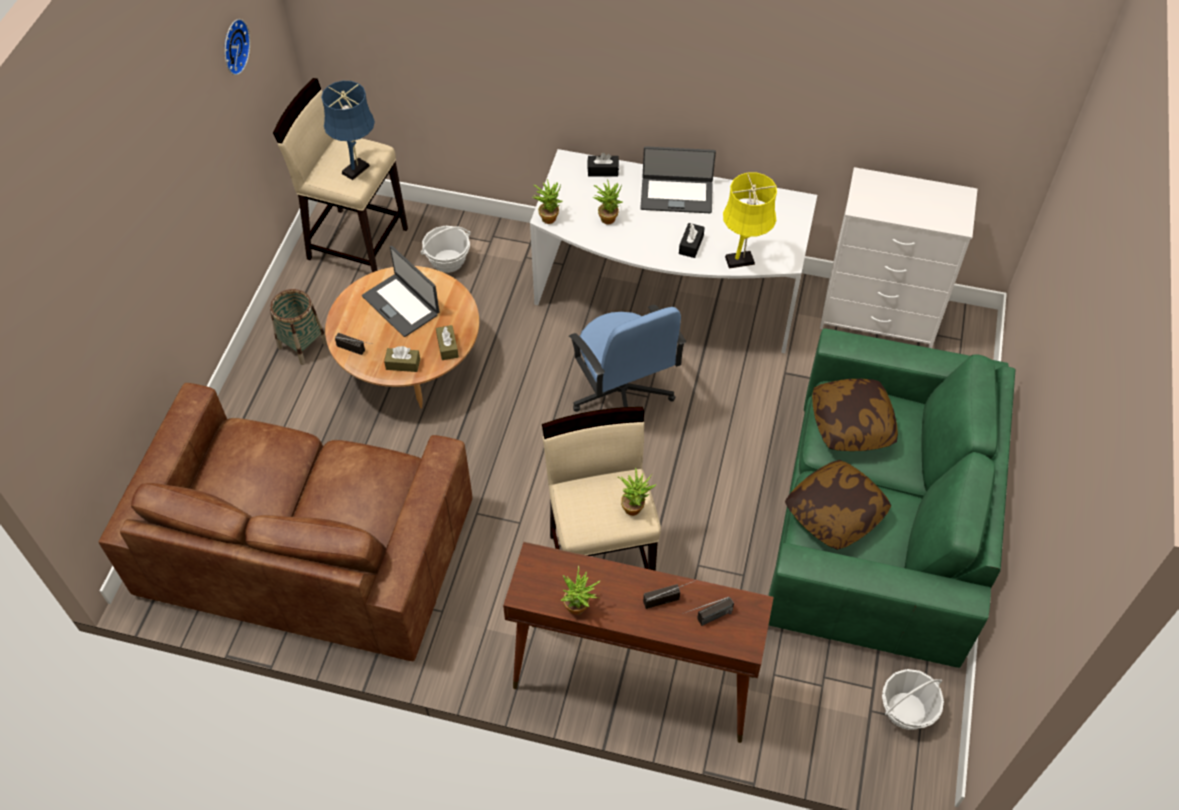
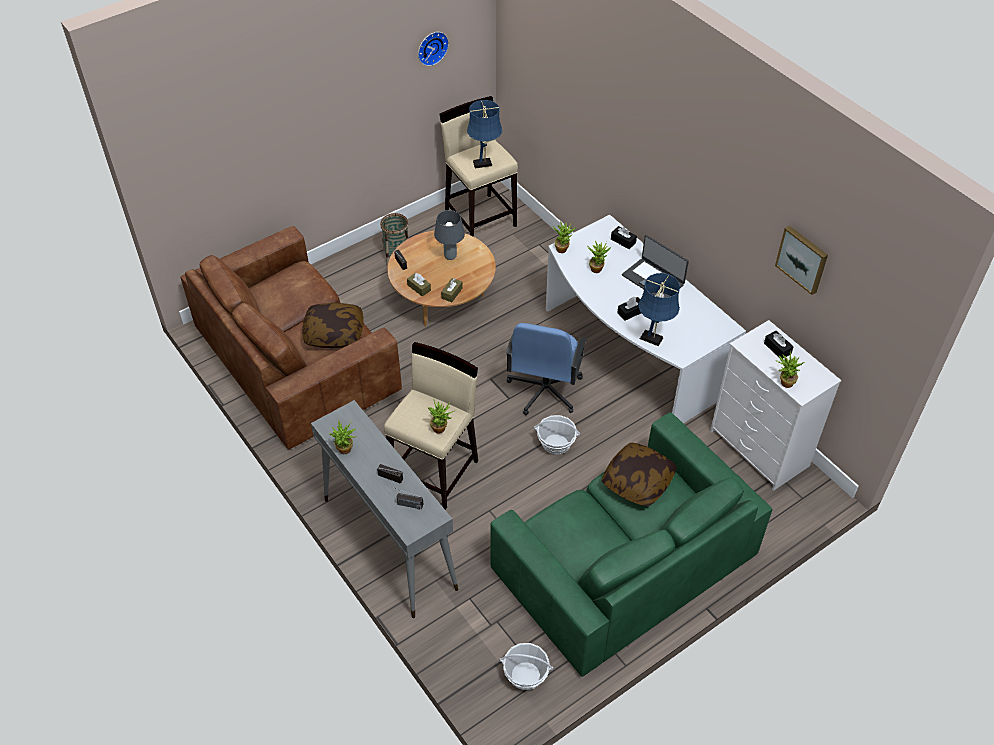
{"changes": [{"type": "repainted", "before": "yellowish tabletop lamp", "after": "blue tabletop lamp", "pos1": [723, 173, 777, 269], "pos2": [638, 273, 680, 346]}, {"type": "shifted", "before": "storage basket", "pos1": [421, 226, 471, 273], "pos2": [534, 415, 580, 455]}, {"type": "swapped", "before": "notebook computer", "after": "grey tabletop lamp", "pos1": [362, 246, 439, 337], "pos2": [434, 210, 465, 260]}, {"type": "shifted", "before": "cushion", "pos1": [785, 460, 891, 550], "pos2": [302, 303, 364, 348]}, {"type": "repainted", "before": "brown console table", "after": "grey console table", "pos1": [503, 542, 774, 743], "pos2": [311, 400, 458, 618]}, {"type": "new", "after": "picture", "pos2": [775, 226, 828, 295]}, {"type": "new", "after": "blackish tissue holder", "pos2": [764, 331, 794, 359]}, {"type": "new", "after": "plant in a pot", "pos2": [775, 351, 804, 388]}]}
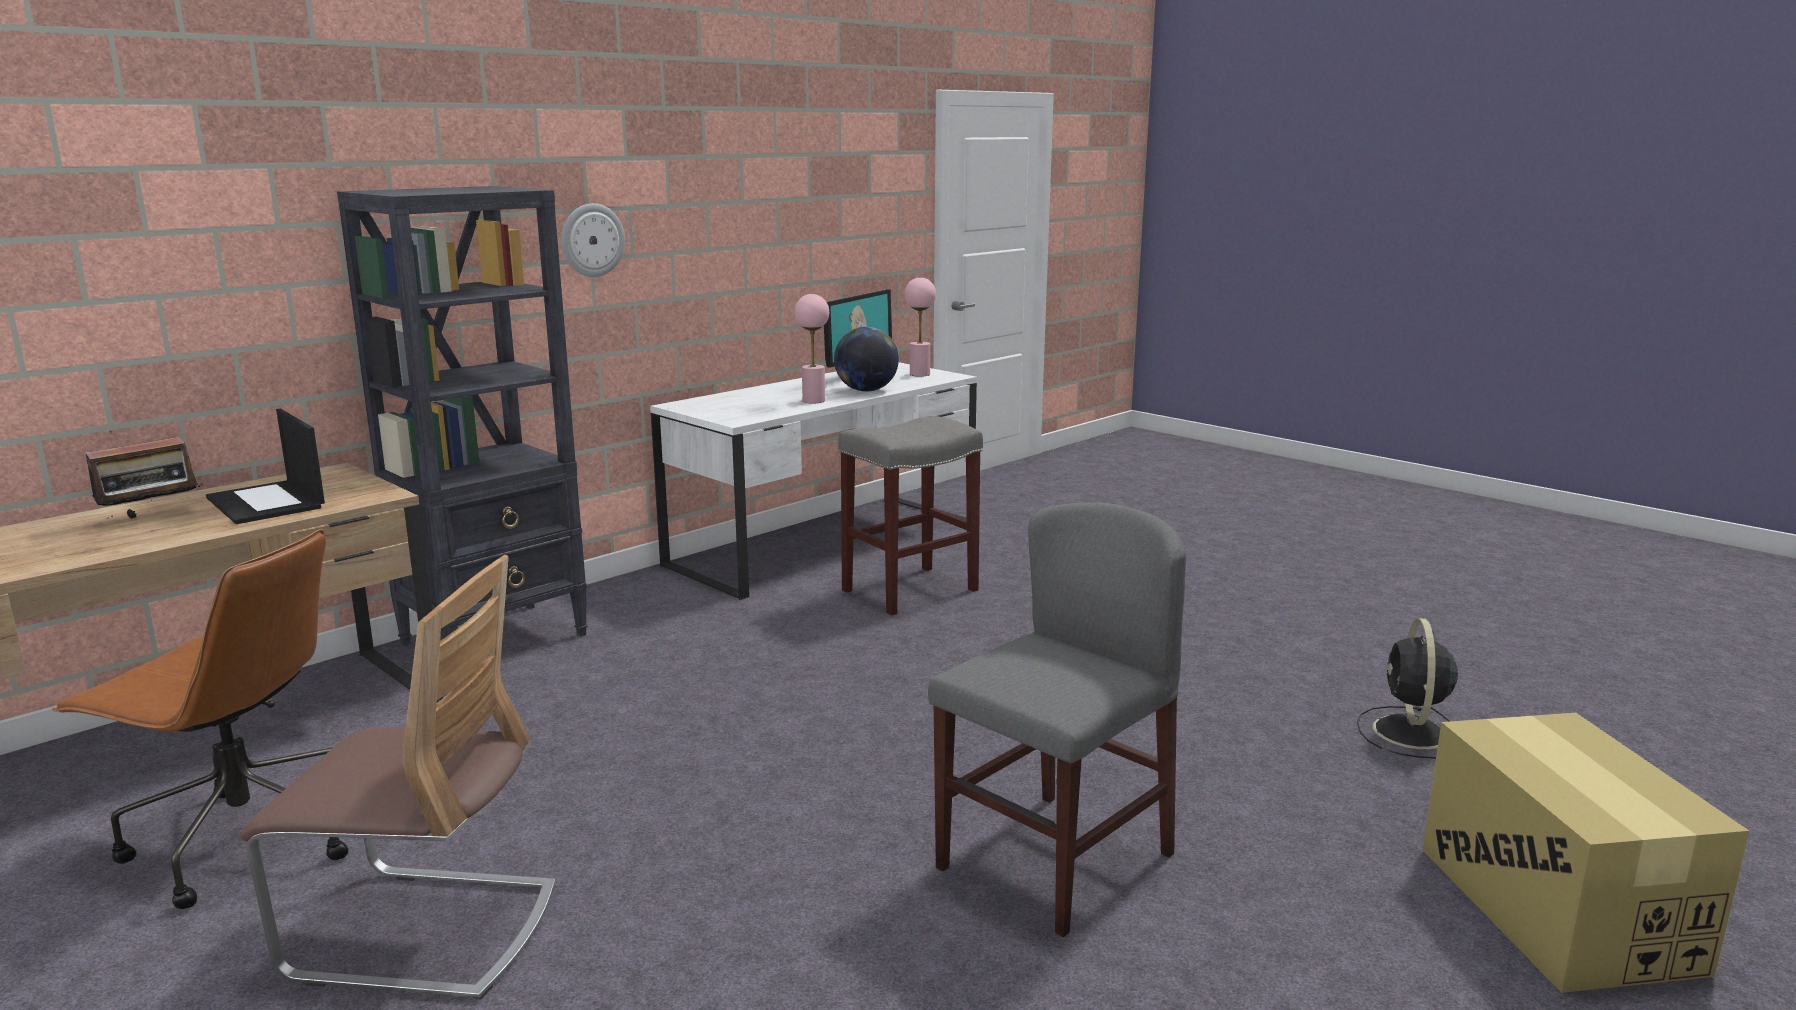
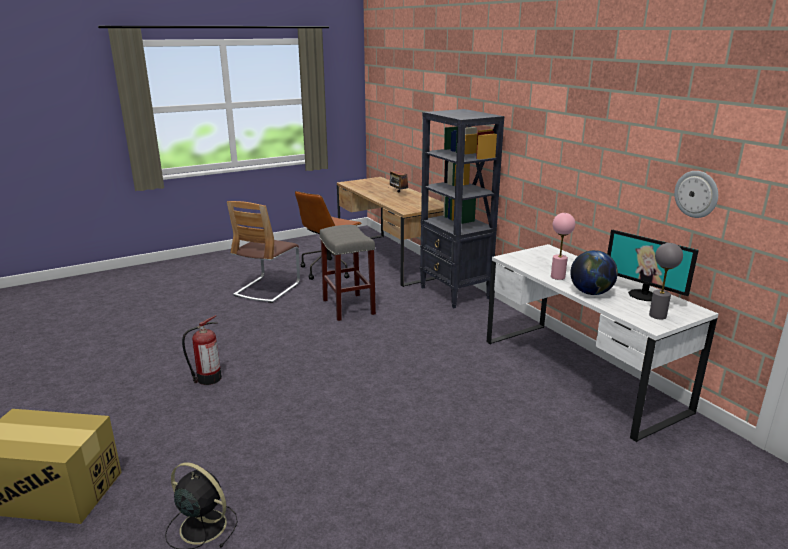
{"changes": [{"type": "shifted", "before": "wall clock", "pos1": [561, 203, 625, 277], "pos2": [674, 171, 718, 218]}, {"type": "repainted", "before": "pink tabletop lamp", "after": "grey tabletop lamp", "pos1": [905, 277, 936, 377], "pos2": [649, 243, 683, 319]}, {"type": "gone", "before": "notebook computer", "pos1": [206, 409, 325, 524]}, {"type": "shifted", "before": "grey stool", "pos1": [838, 416, 983, 616], "pos2": [319, 225, 376, 321]}, {"type": "swapped", "before": "grey upright chair", "after": "extinguisher", "pos1": [928, 502, 1186, 937], "pos2": [182, 315, 222, 385]}]}
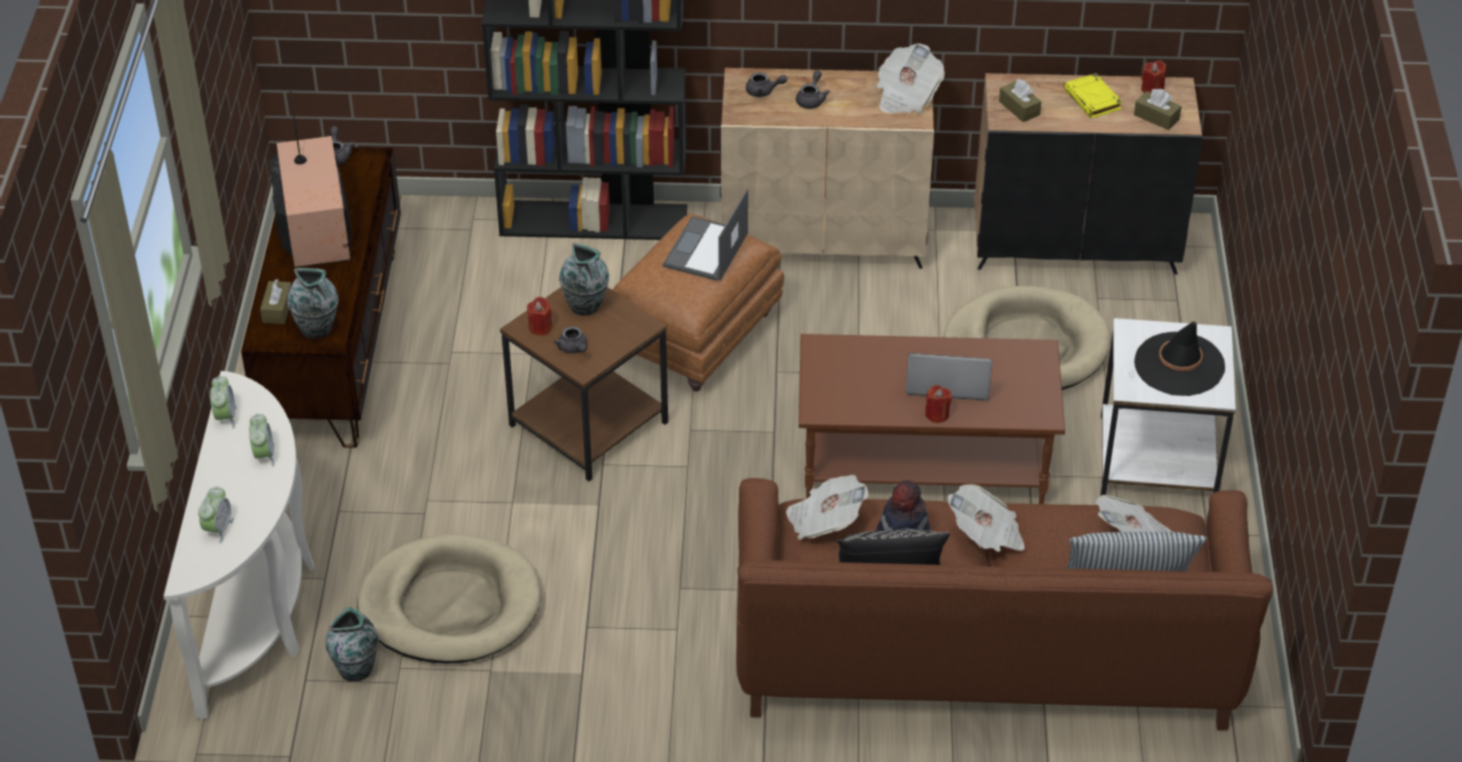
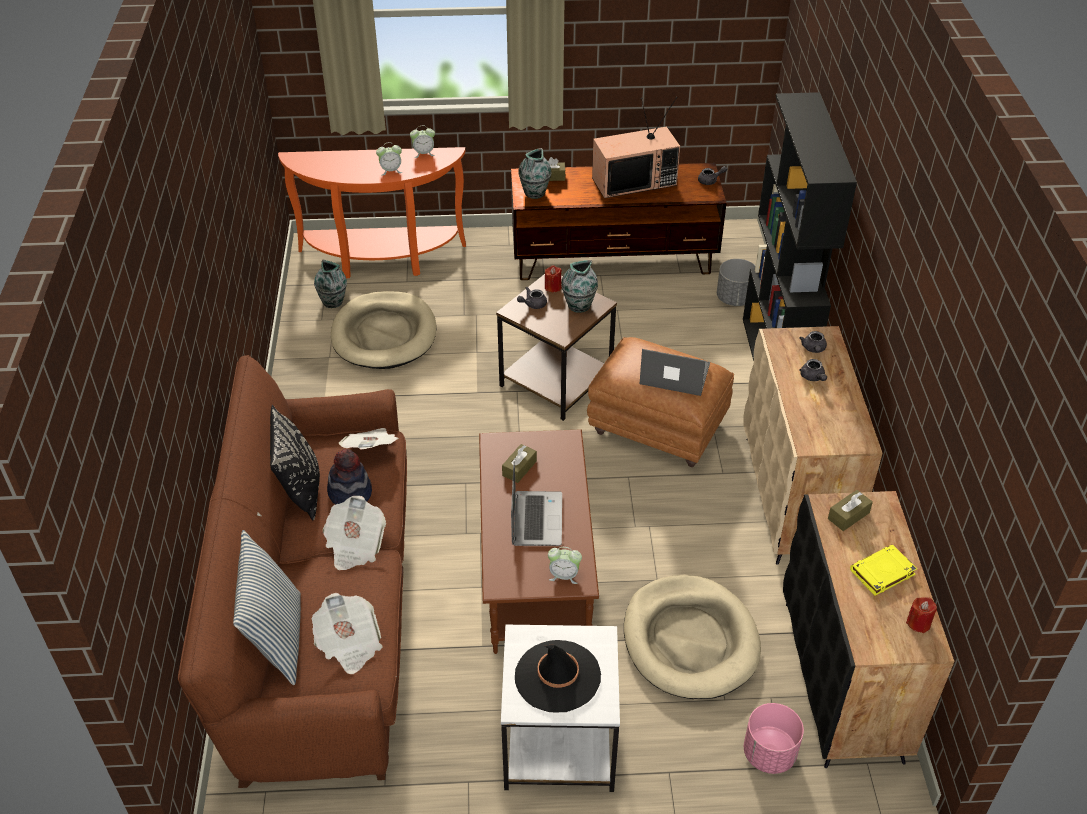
{"changes": [{"type": "gone", "before": "newspaper", "pos1": [877, 43, 945, 113]}, {"type": "rotated", "before": "grey tea pot", "pos1": [796, 70, 830, 109], "pos2": [799, 359, 827, 381], "turn": 60}, {"type": "shifted", "before": "brown tissue holder", "pos1": [1134, 89, 1182, 130], "pos2": [502, 444, 537, 483]}, {"type": "repainted", "before": "white console table", "after": "orange-coloured console table", "pos1": [164, 371, 315, 719], "pos2": [278, 147, 466, 279]}, {"type": "gone", "before": "red-coloured wax light", "pos1": [925, 385, 952, 423]}, {"type": "shifted", "before": "alarm clock", "pos1": [198, 486, 234, 543], "pos2": [548, 547, 582, 584]}, {"type": "new", "after": "grey plant pot", "pos2": [717, 259, 755, 306]}, {"type": "new", "after": "pink plant pot", "pos2": [744, 703, 804, 774]}]}
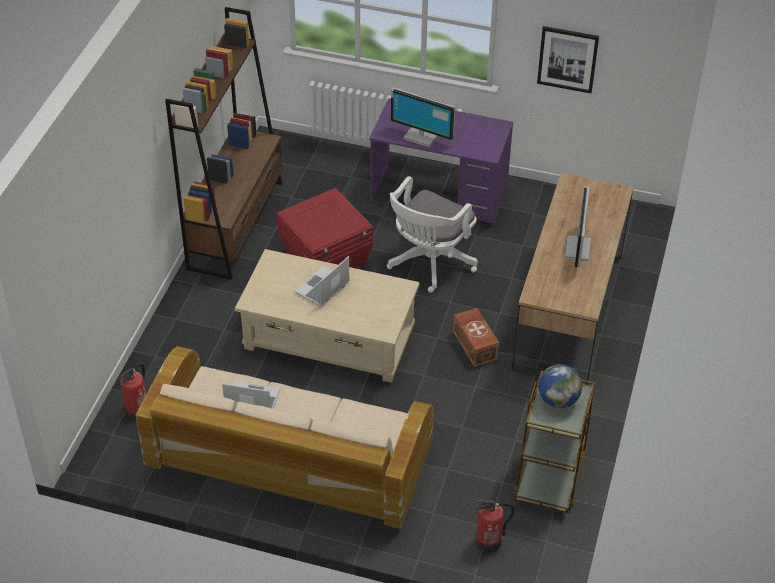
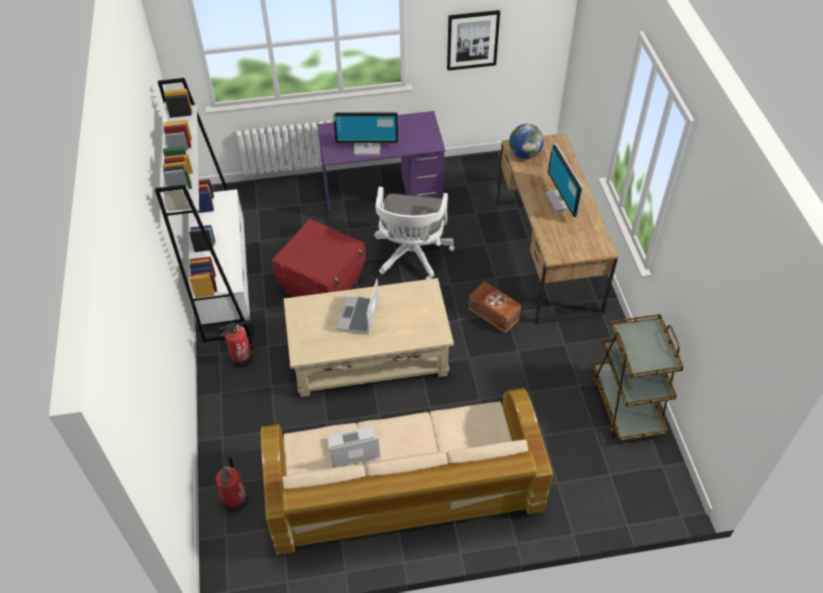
{"changes": [{"type": "repainted", "before": "brown shelving unit", "after": "white shelving unit", "pos1": [165, 7, 283, 280], "pos2": [155, 78, 251, 342]}, {"type": "shifted", "before": "world globe", "pos1": [538, 364, 582, 408], "pos2": [509, 124, 544, 159]}, {"type": "shifted", "before": "extinguisher", "pos1": [475, 500, 515, 552], "pos2": [219, 321, 254, 368]}]}
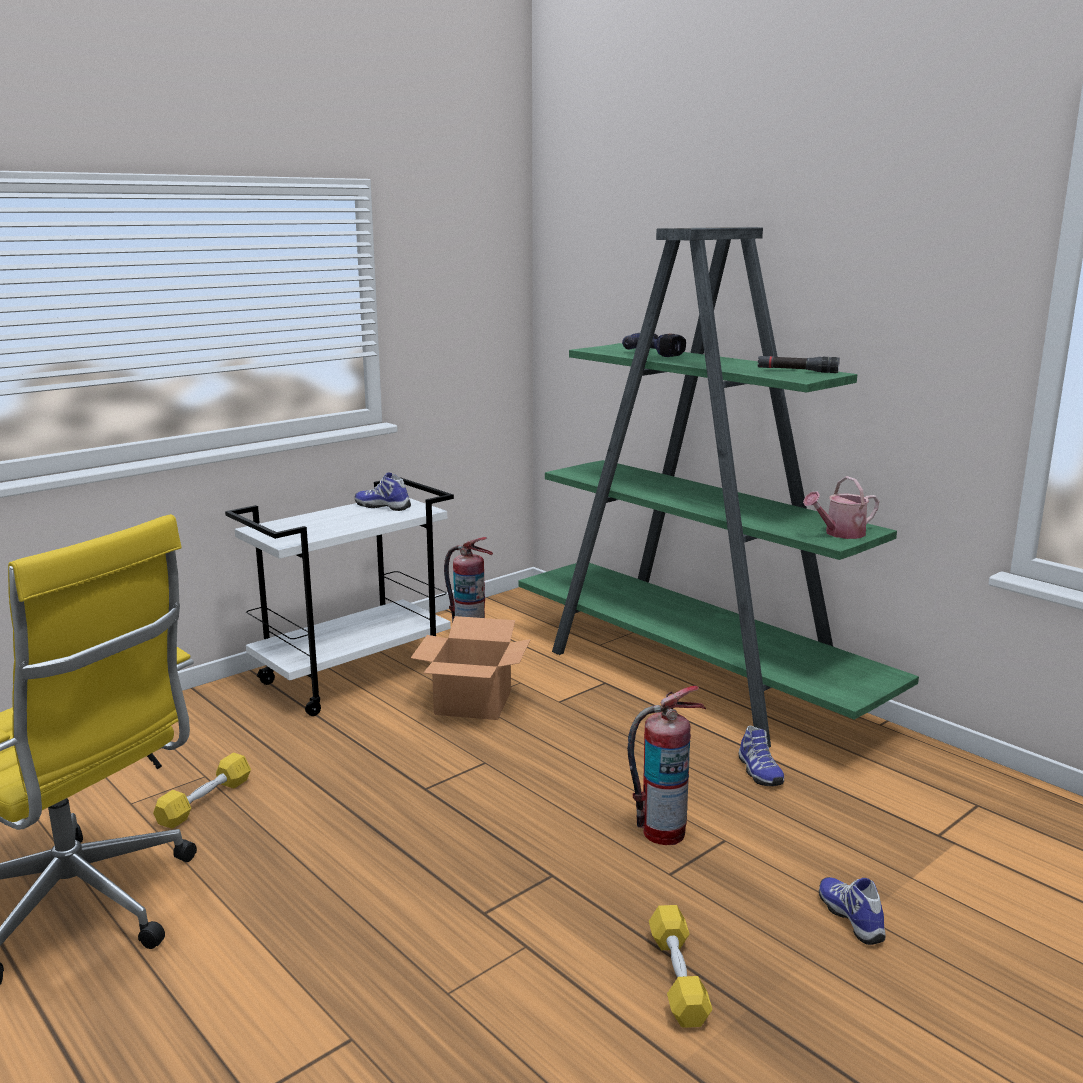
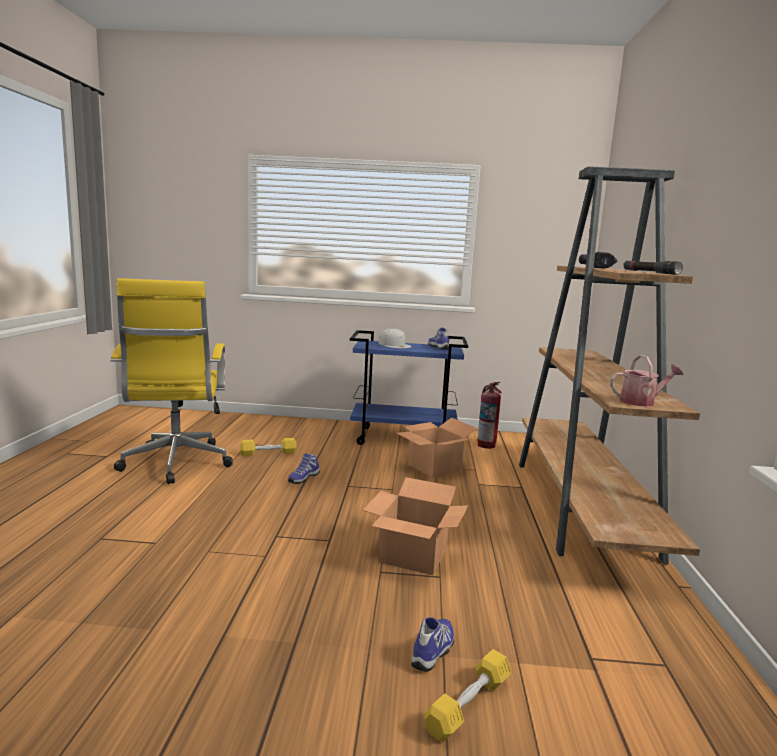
{"changes": [{"type": "repainted", "before": "green shelving unit", "after": "brown shelving unit", "pos1": [518, 227, 919, 747], "pos2": [519, 166, 700, 565]}, {"type": "rotated", "before": "watering pot", "pos1": [803, 476, 879, 539], "pos2": [610, 355, 684, 407], "turn": 150}, {"type": "repainted", "before": "white cart", "after": "blue cart", "pos1": [225, 477, 454, 716], "pos2": [350, 330, 468, 445]}, {"type": "swapped", "before": "extinguisher", "after": "cardboard box", "pos1": [627, 685, 706, 845], "pos2": [363, 477, 468, 575]}, {"type": "shifted", "before": "shoe", "pos1": [739, 726, 784, 786], "pos2": [288, 453, 320, 484]}, {"type": "shifted", "before": "yellowish hand weight", "pos1": [649, 905, 712, 1028], "pos2": [424, 649, 511, 742]}, {"type": "new", "after": "white peaked cap", "pos2": [378, 328, 411, 348]}]}
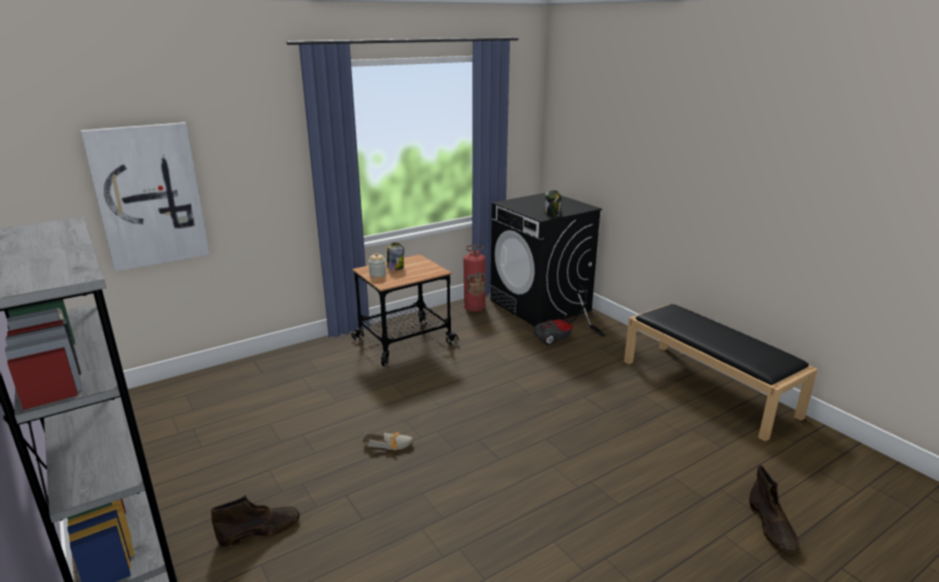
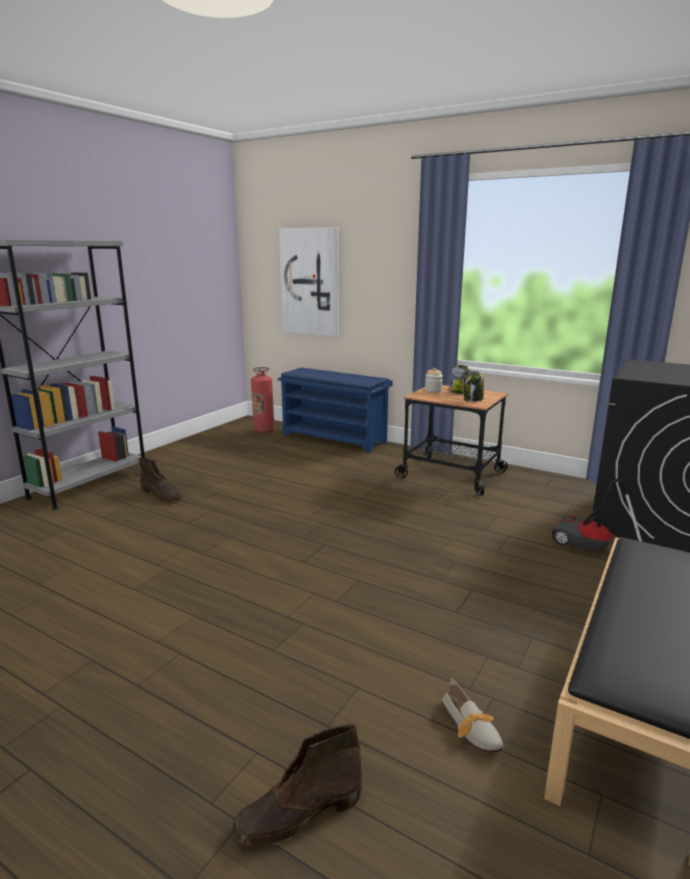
{"changes": [{"type": "shifted", "before": "storage jar", "pos1": [544, 190, 561, 217], "pos2": [464, 371, 484, 402]}, {"type": "shifted", "before": "extinguisher", "pos1": [463, 245, 486, 312], "pos2": [251, 367, 274, 433]}, {"type": "shifted", "before": "shoe", "pos1": [363, 432, 414, 452], "pos2": [441, 678, 504, 753]}, {"type": "new", "after": "blue shoe rack", "pos2": [278, 368, 393, 453]}]}
